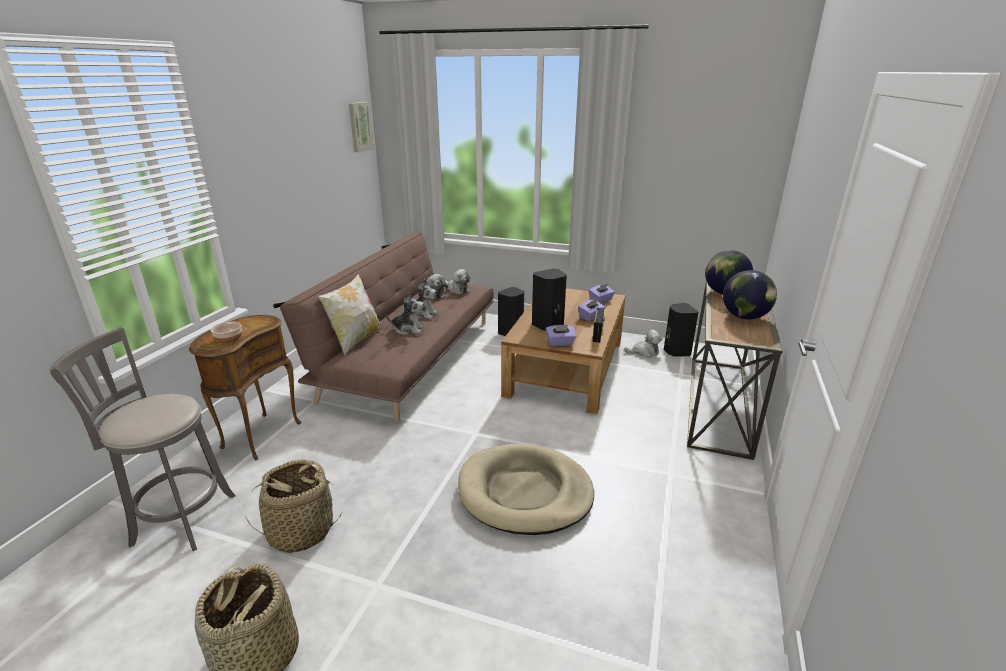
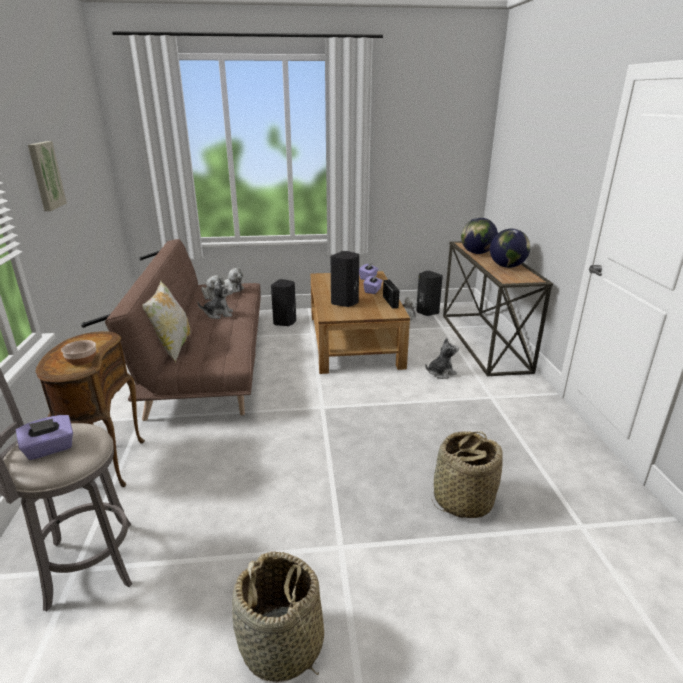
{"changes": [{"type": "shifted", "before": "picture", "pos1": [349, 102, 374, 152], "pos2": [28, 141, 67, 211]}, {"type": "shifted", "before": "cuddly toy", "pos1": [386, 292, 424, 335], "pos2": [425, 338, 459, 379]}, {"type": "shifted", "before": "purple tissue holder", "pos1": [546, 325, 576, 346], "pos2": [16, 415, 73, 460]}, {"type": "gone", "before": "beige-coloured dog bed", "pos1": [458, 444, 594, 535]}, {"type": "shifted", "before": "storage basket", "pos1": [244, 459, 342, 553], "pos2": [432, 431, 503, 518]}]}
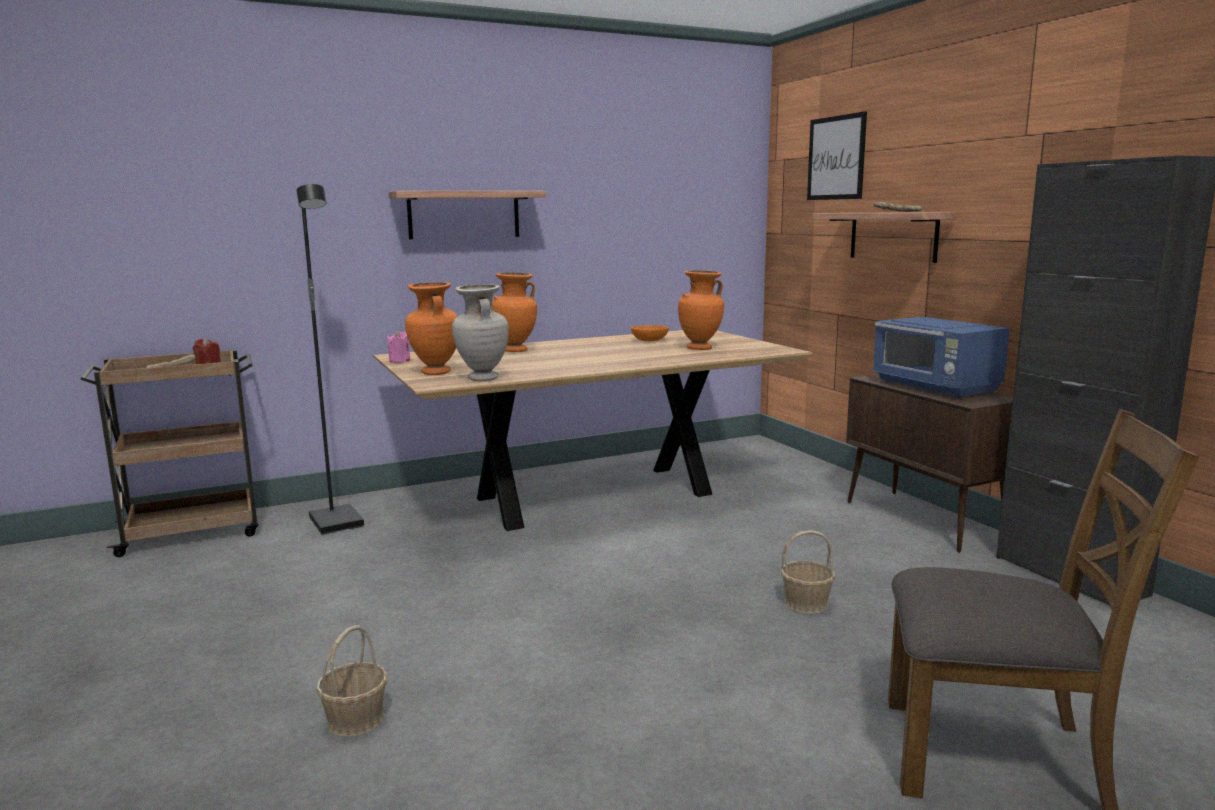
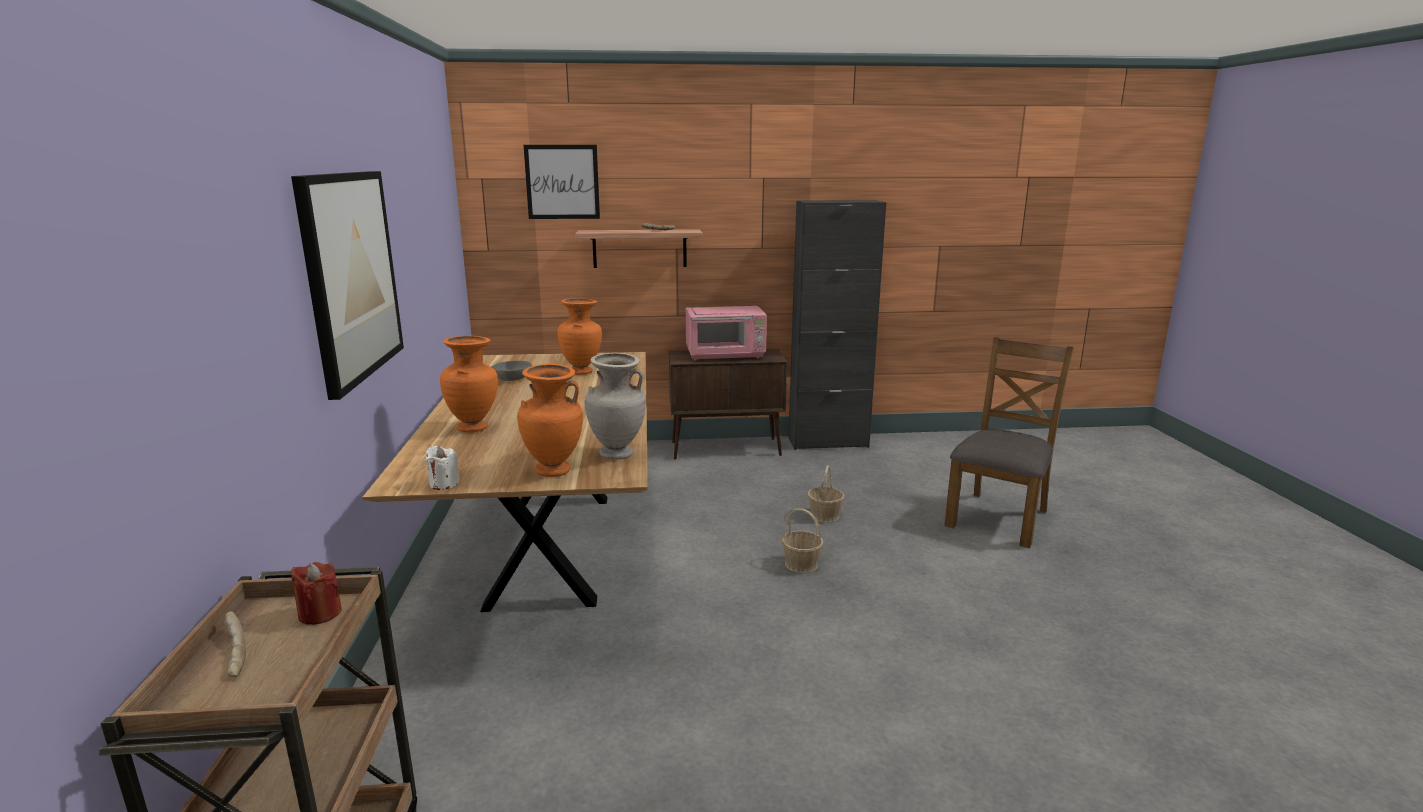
{"changes": [{"type": "gone", "before": "blackish standard lamp", "pos1": [296, 184, 364, 535]}, {"type": "swapped", "before": "bracket shelf", "after": "picture", "pos1": [388, 191, 546, 239], "pos2": [291, 171, 404, 400]}, {"type": "repainted", "before": "blue microwave oven", "after": "pink microwave oven", "pos1": [873, 317, 1010, 398], "pos2": [686, 306, 767, 360]}, {"type": "repainted", "before": "orange-coloured serving bowl", "after": "grey serving bowl", "pos1": [631, 325, 669, 341], "pos2": [492, 361, 532, 381]}, {"type": "repainted", "before": "pink wax light", "after": "white wax light", "pos1": [387, 331, 410, 363], "pos2": [426, 446, 460, 490]}, {"type": "shifted", "before": "storage basket", "pos1": [316, 625, 388, 737], "pos2": [782, 508, 823, 573]}]}
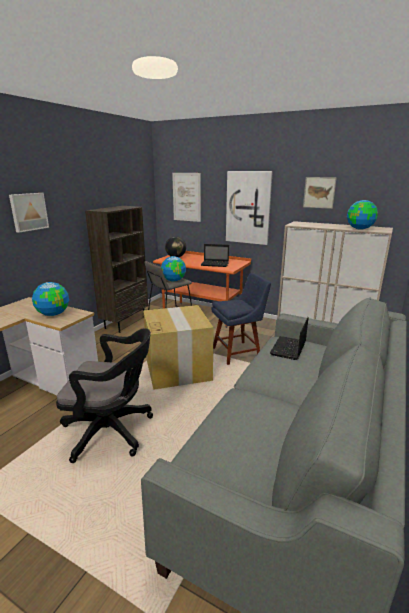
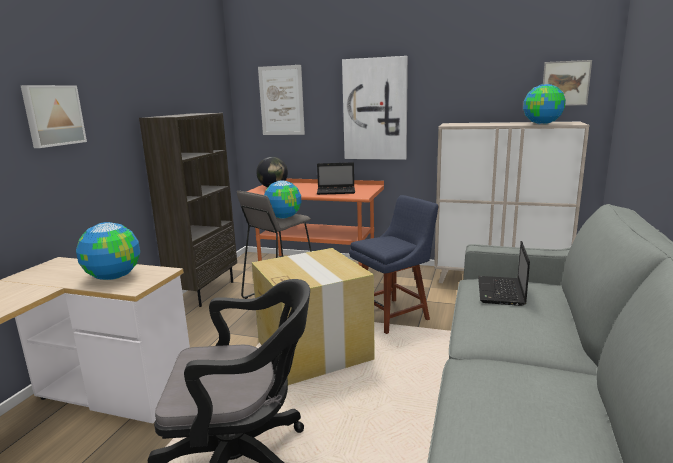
{"changes": [{"type": "shifted", "before": "picture", "pos1": [303, 177, 337, 209], "pos2": [543, 60, 592, 106]}]}
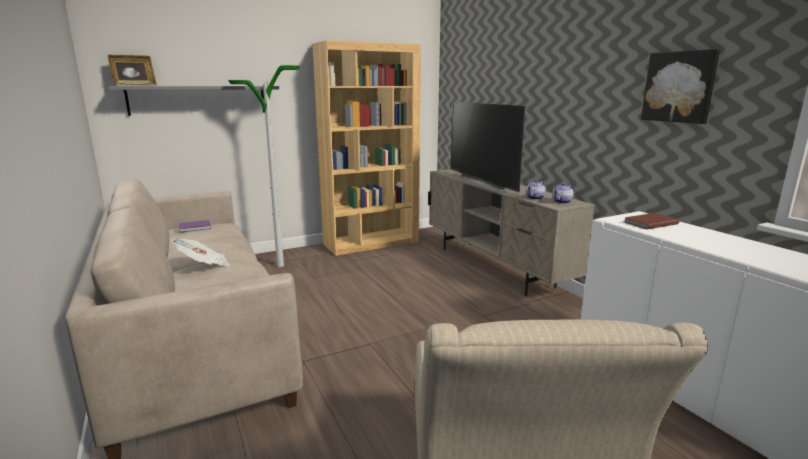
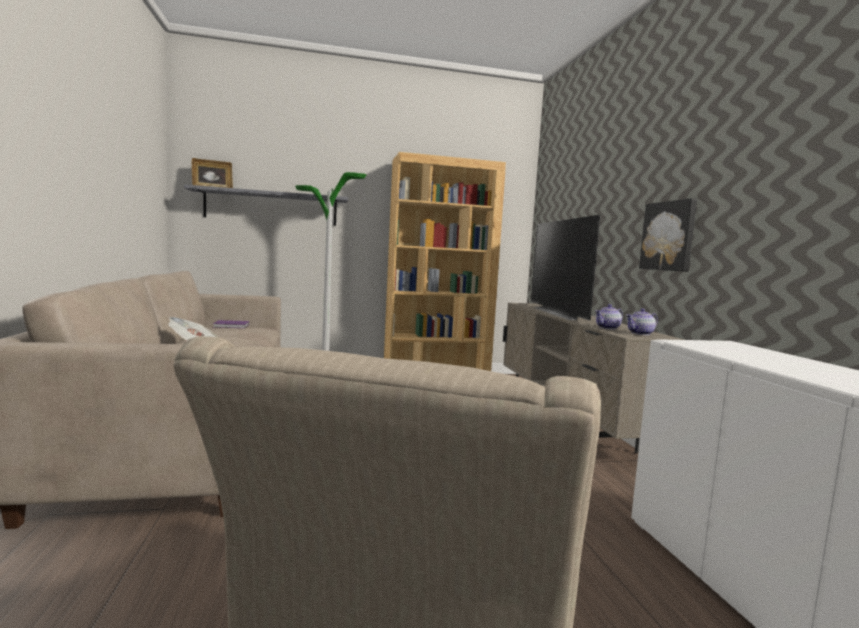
{"changes": [{"type": "shifted", "before": "picture", "pos1": [641, 49, 720, 124], "pos2": [639, 198, 697, 272]}, {"type": "gone", "before": "brown bound book", "pos1": [624, 213, 679, 229]}]}
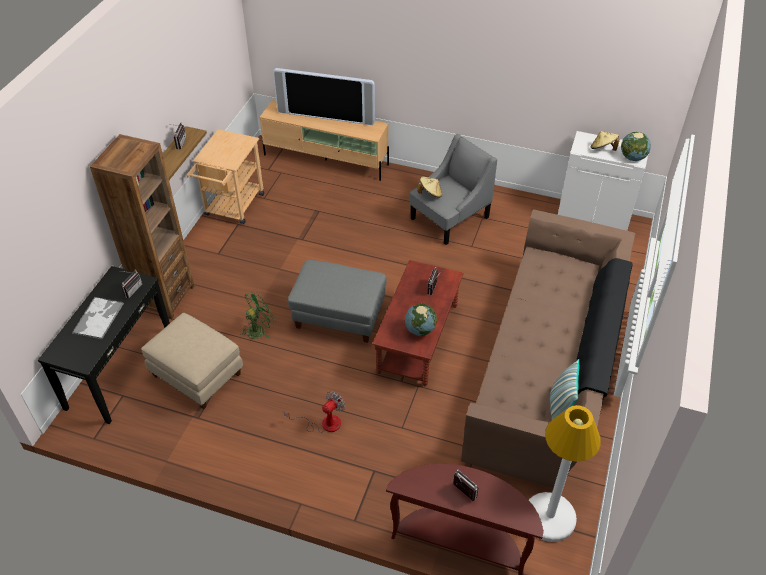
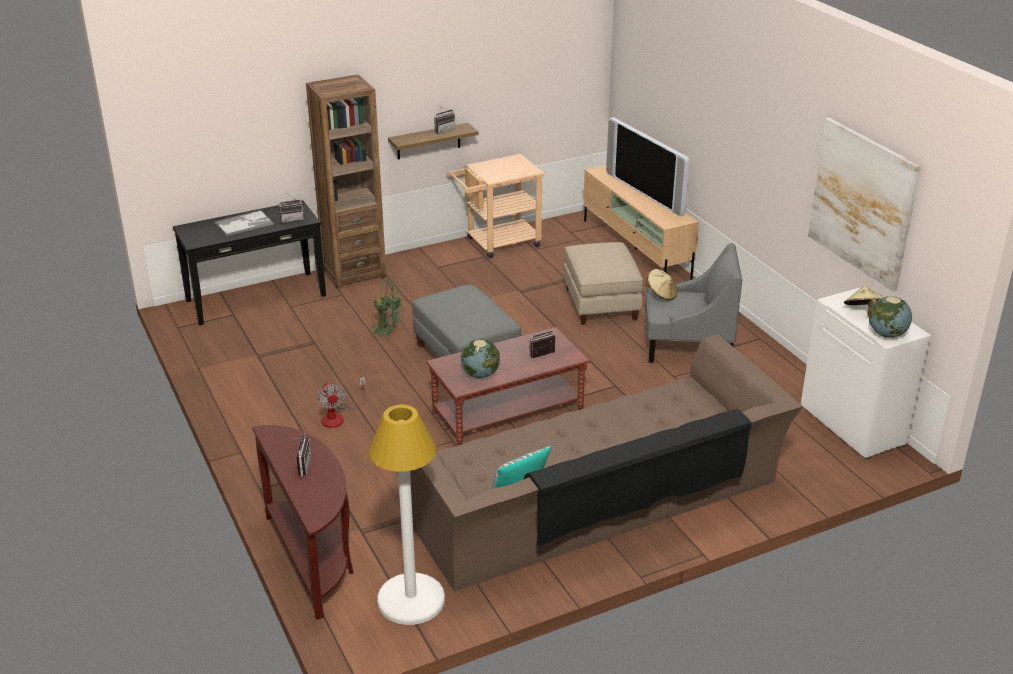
{"changes": [{"type": "shifted", "before": "beige-coloured footrest", "pos1": [141, 313, 243, 409], "pos2": [563, 242, 643, 325]}, {"type": "rotated", "before": "cooling fan", "pos1": [284, 391, 345, 433], "pos2": [318, 377, 365, 428], "turn": 75}, {"type": "new", "after": "picture", "pos2": [808, 118, 921, 291]}]}
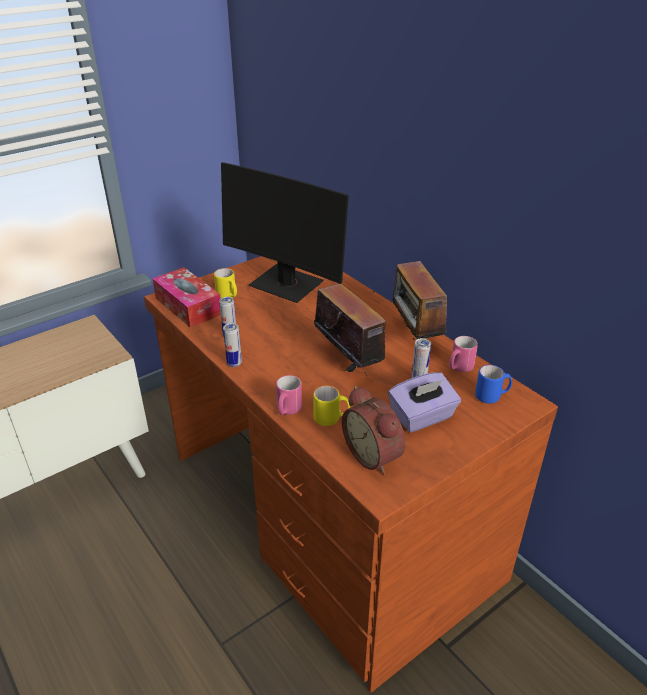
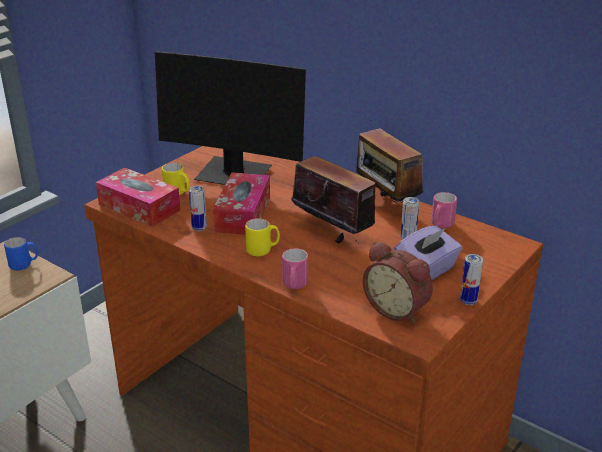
{"changes": [{"type": "shifted", "before": "metal can", "pos1": [223, 323, 242, 367], "pos2": [460, 254, 483, 305]}, {"type": "shifted", "before": "blue mug", "pos1": [475, 365, 512, 404], "pos2": [4, 237, 38, 270]}, {"type": "shifted", "before": "yellowish mug", "pos1": [313, 386, 350, 426], "pos2": [245, 218, 280, 256]}, {"type": "new", "after": "tissue holder", "pos2": [213, 172, 270, 235]}]}
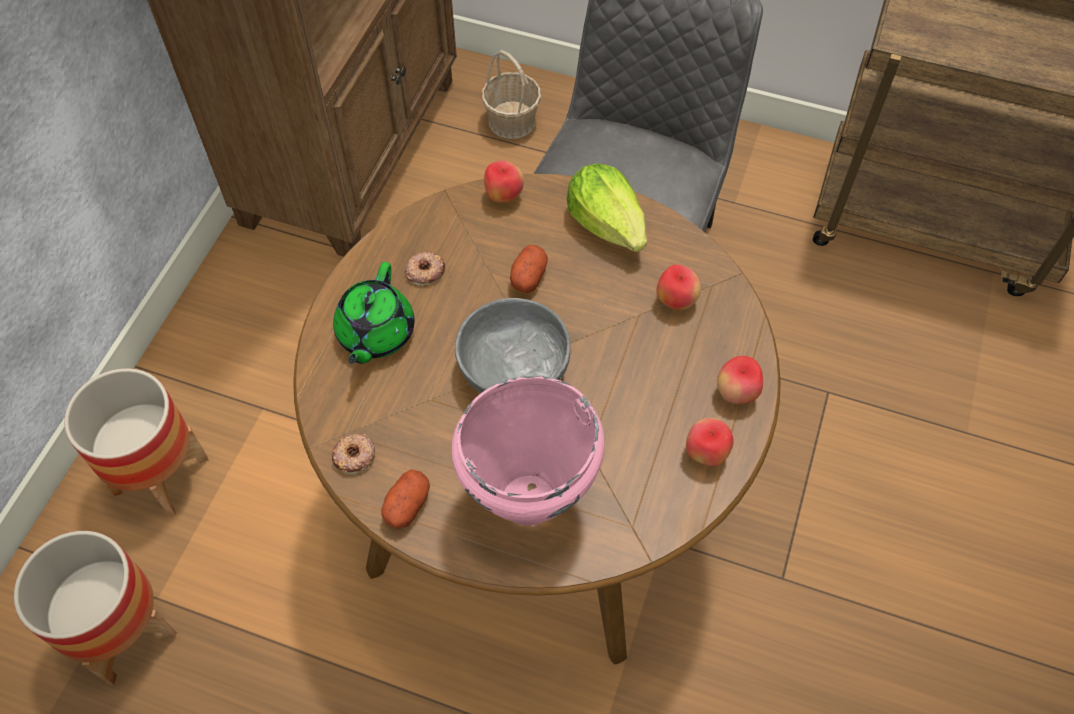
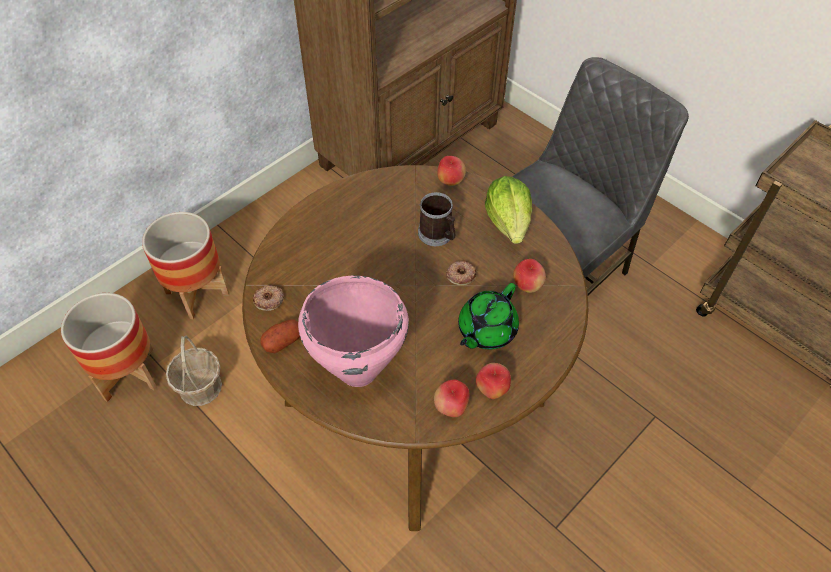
{"changes": [{"type": "shifted", "before": "storage basket", "pos1": [481, 50, 541, 139], "pos2": [166, 336, 222, 406]}, {"type": "swapped", "before": "potato", "after": "mug", "pos1": [510, 245, 548, 293], "pos2": [418, 192, 455, 246]}, {"type": "shifted", "before": "doughnut", "pos1": [405, 252, 446, 286], "pos2": [446, 261, 476, 286]}, {"type": "shifted", "before": "green tea pot", "pos1": [333, 262, 414, 364], "pos2": [458, 283, 519, 350]}, {"type": "gone", "before": "grey serving bowl", "pos1": [455, 298, 571, 393]}, {"type": "shifted", "before": "whole apple", "pos1": [717, 356, 763, 404], "pos2": [434, 380, 470, 417]}]}
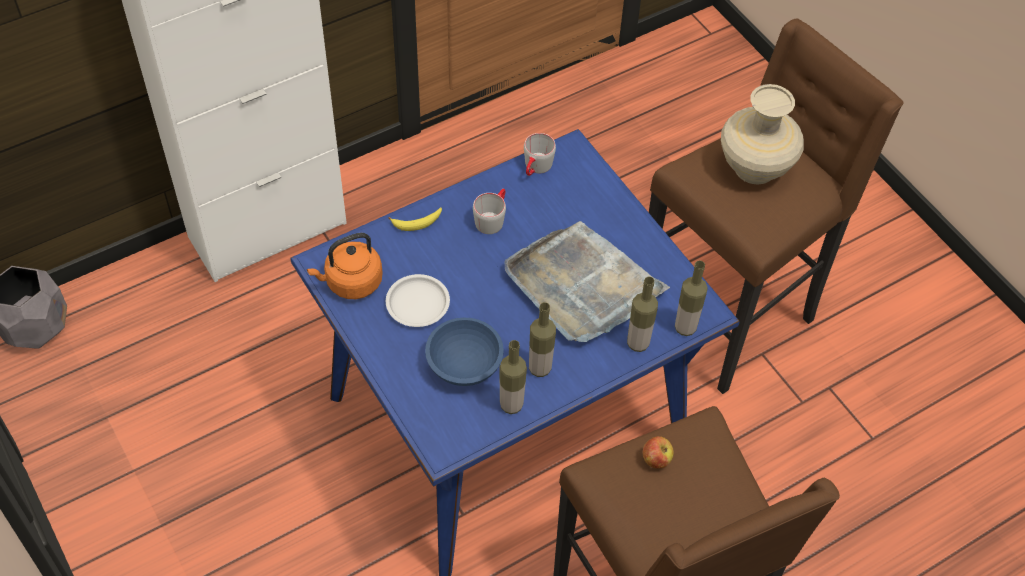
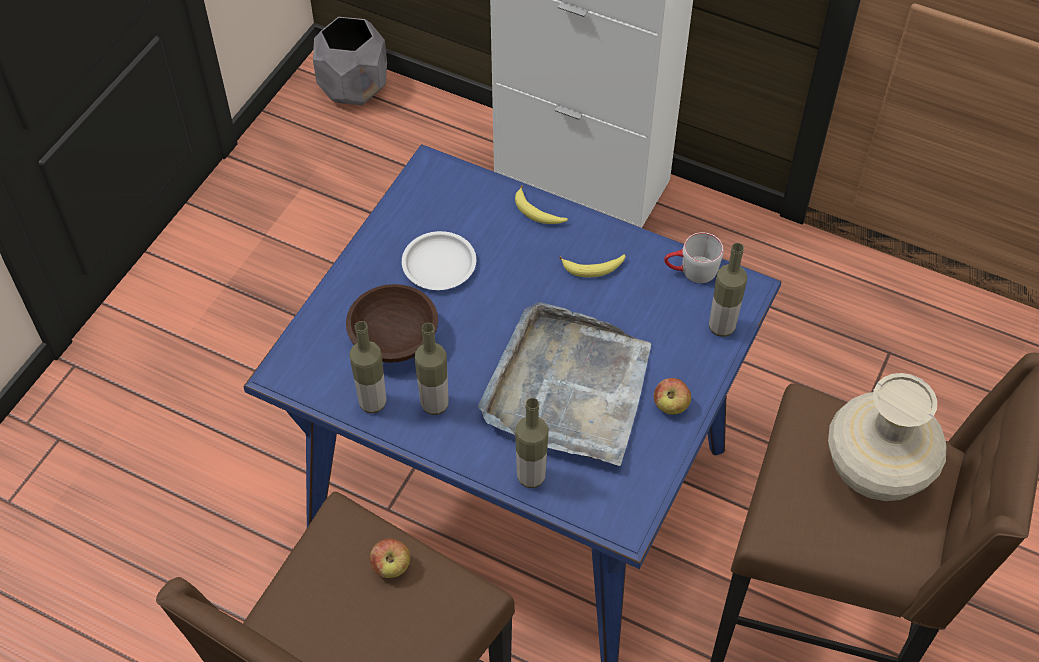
{"changes": [{"type": "swapped", "before": "grey mug", "after": "whole banana", "pos1": [473, 189, 506, 234], "pos2": [559, 254, 626, 277]}, {"type": "gone", "before": "orange-coloured kettle", "pos1": [307, 233, 383, 299]}, {"type": "shifted", "before": "beverage bottle", "pos1": [675, 260, 708, 336], "pos2": [709, 243, 747, 337]}, {"type": "repainted", "before": "blue serving bowl", "after": "brown serving bowl", "pos1": [425, 318, 504, 386], "pos2": [346, 284, 438, 363]}, {"type": "new", "after": "whole apple", "pos2": [654, 378, 691, 415]}]}
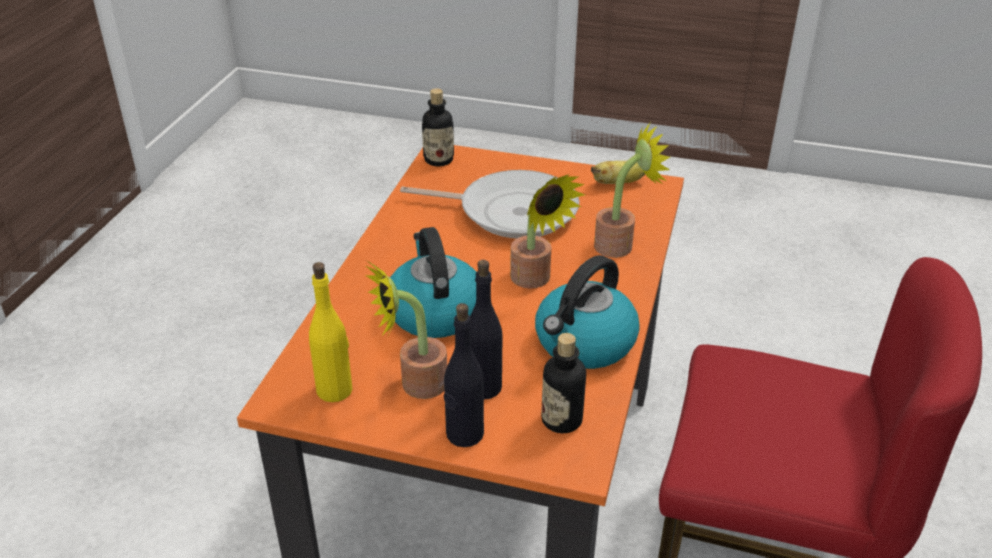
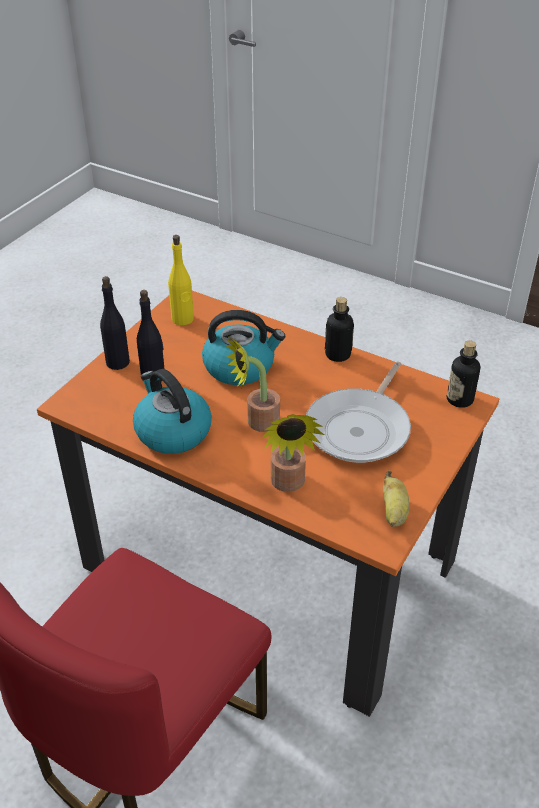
{"changes": [{"type": "gone", "before": "plant in a pot", "pos1": [364, 261, 447, 399]}, {"type": "shifted", "before": "beverage bottle", "pos1": [541, 333, 586, 433], "pos2": [325, 297, 354, 362]}]}
